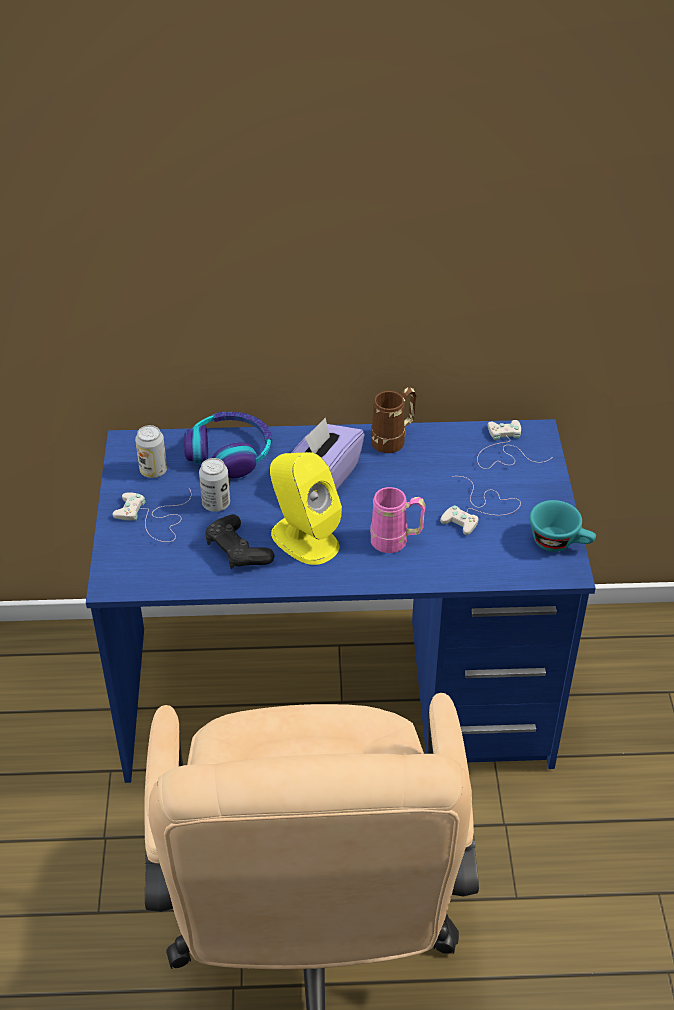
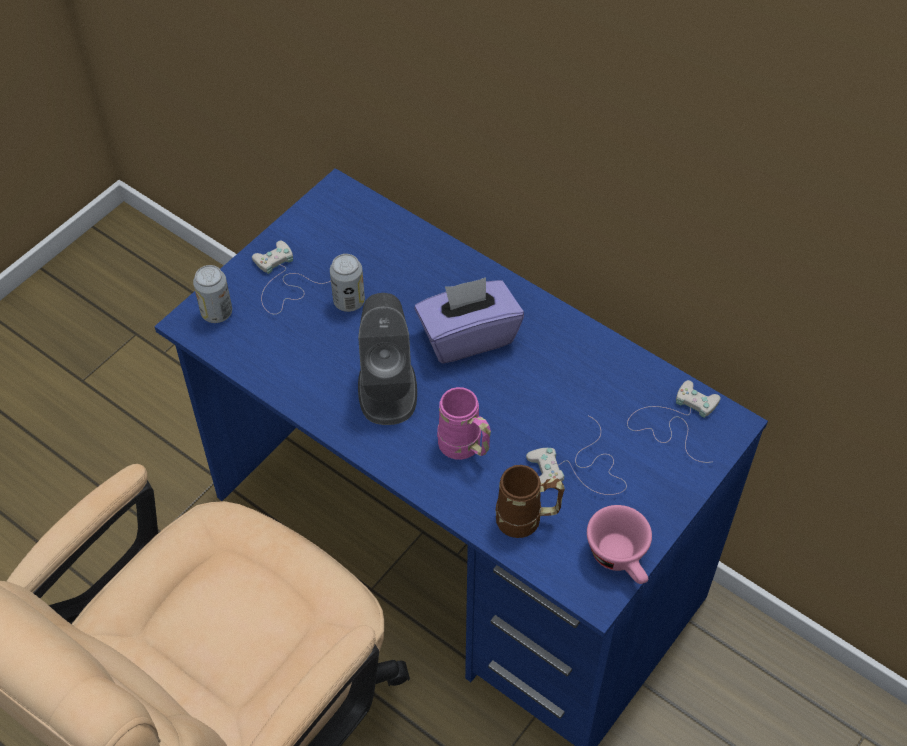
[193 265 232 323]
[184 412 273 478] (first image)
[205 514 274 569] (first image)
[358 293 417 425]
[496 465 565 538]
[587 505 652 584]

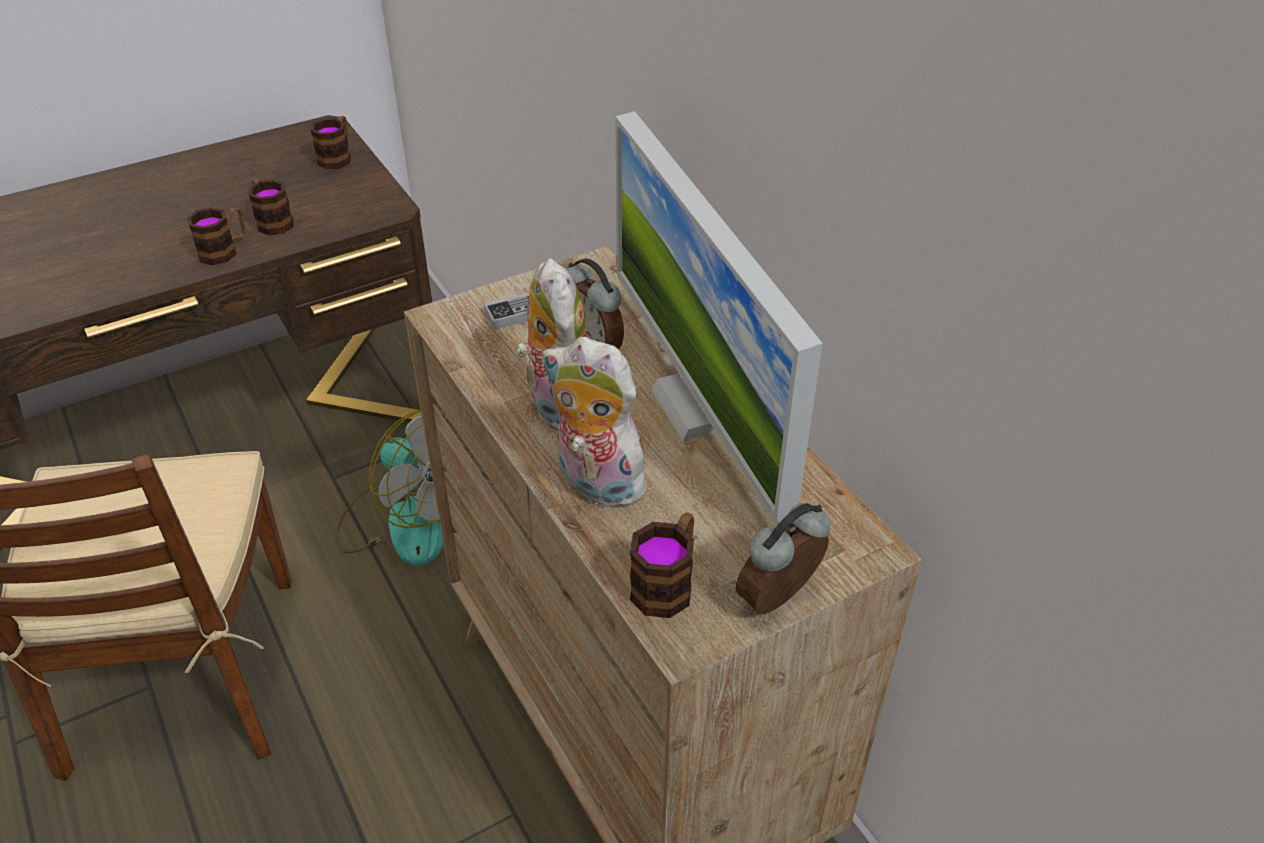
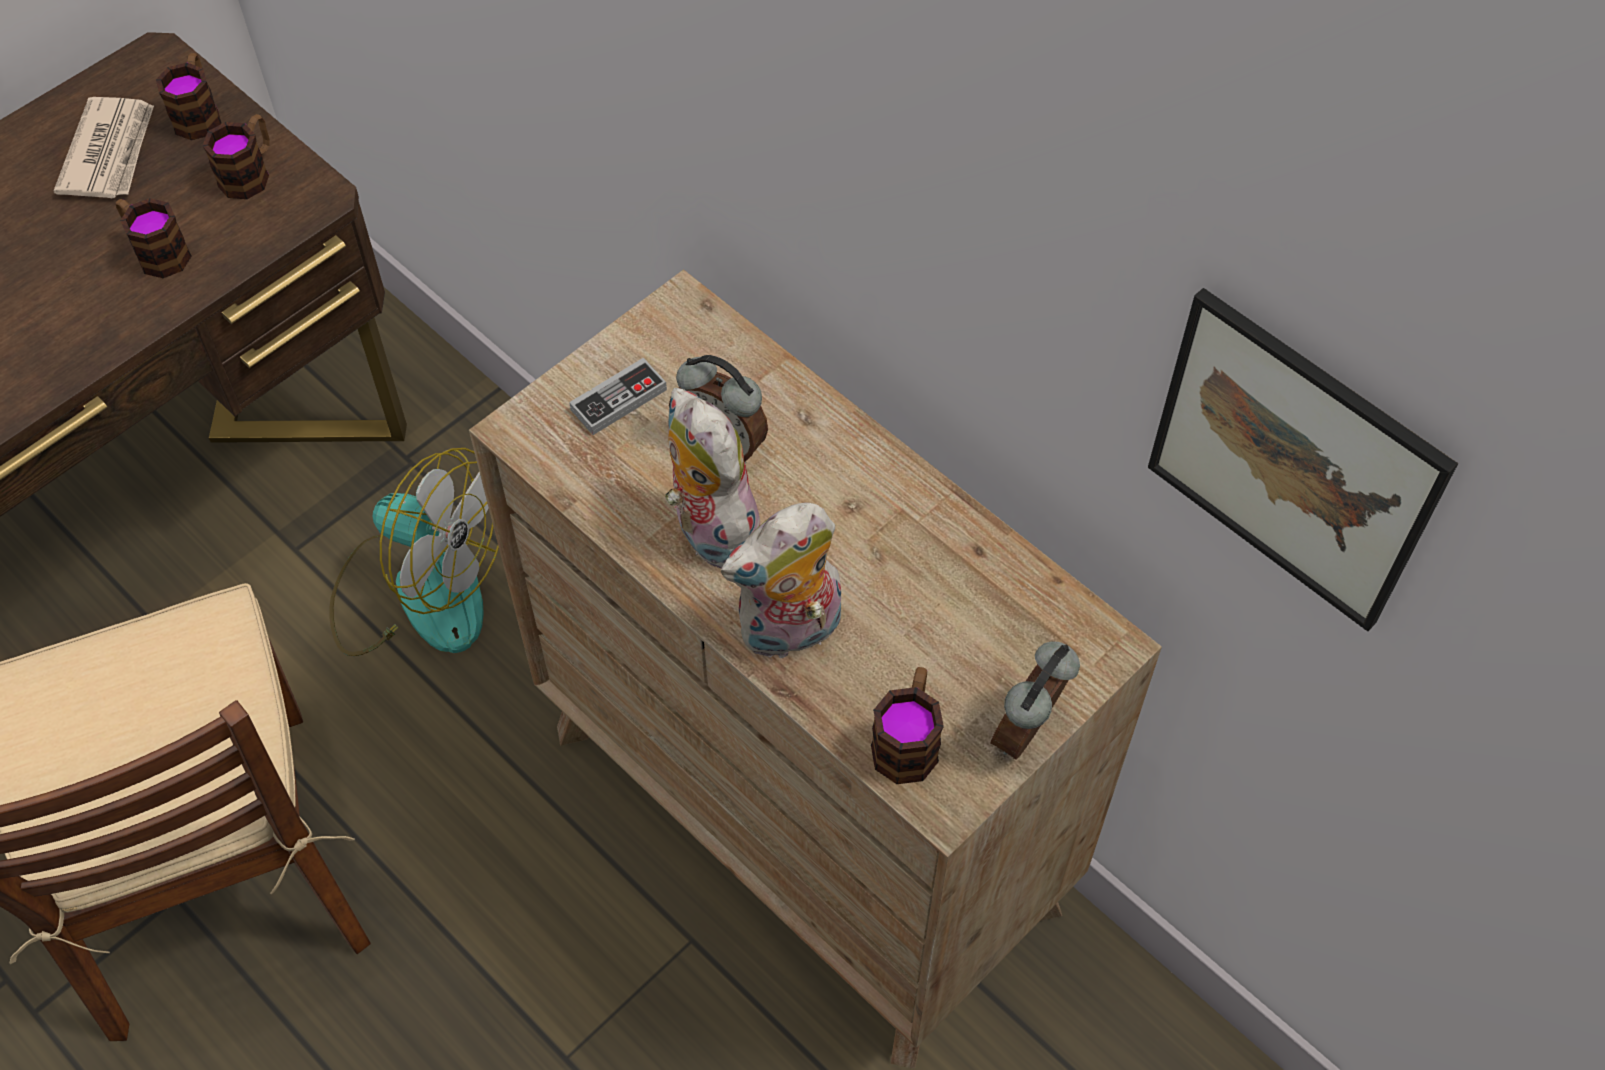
[203 114 270 199]
[721 502 841 660]
[615 111 823 526] (first image)
[54 97 154 198]
[1148 288 1458 631]

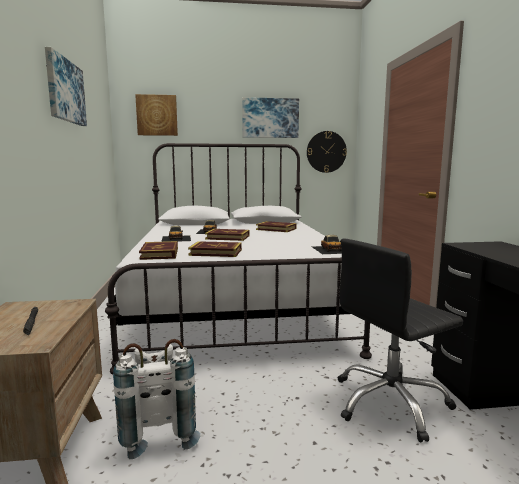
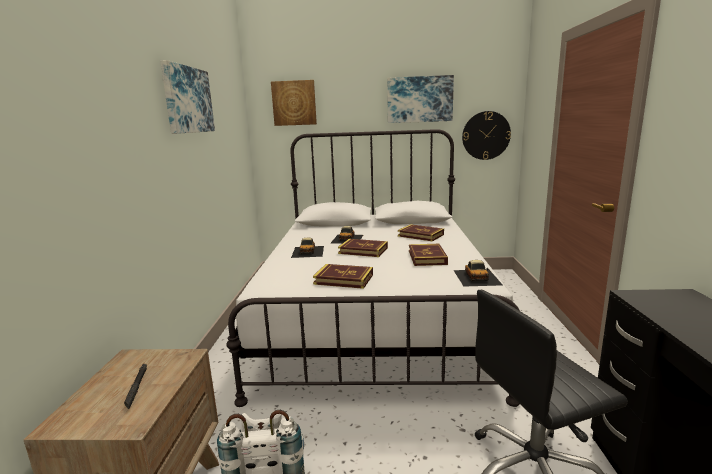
[409 244 448 266]

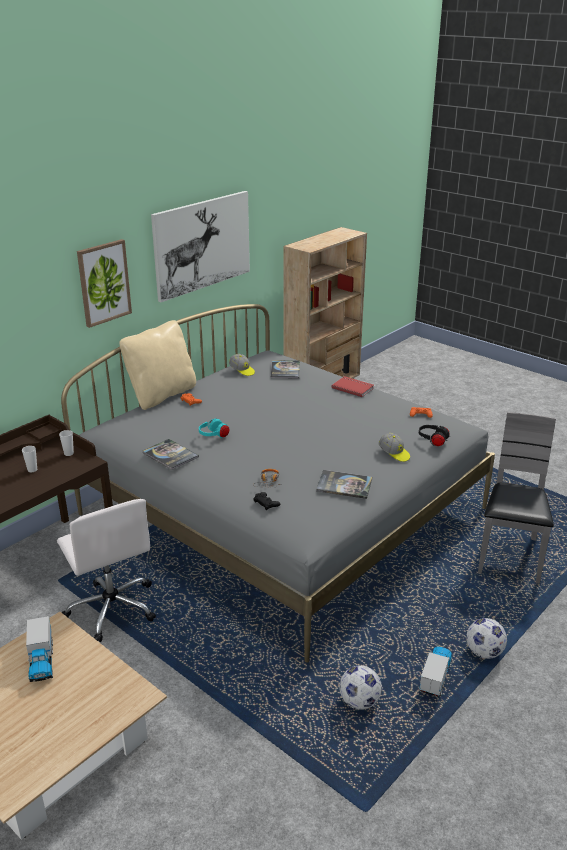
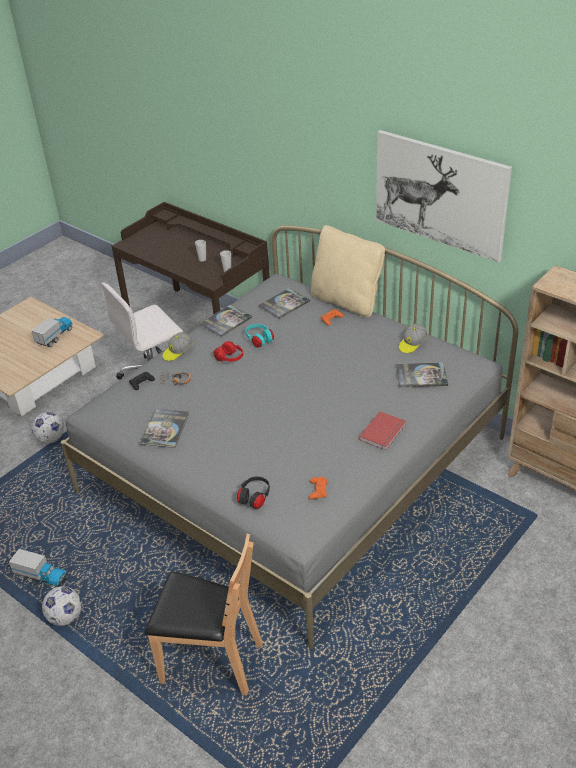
[32 317 73 347]
[77 239 132 328] (first image)
[32 412 64 443]
[163 332 193 361]
[145 533 263 696]
[214 341 243 362]
[258 288 310 319]

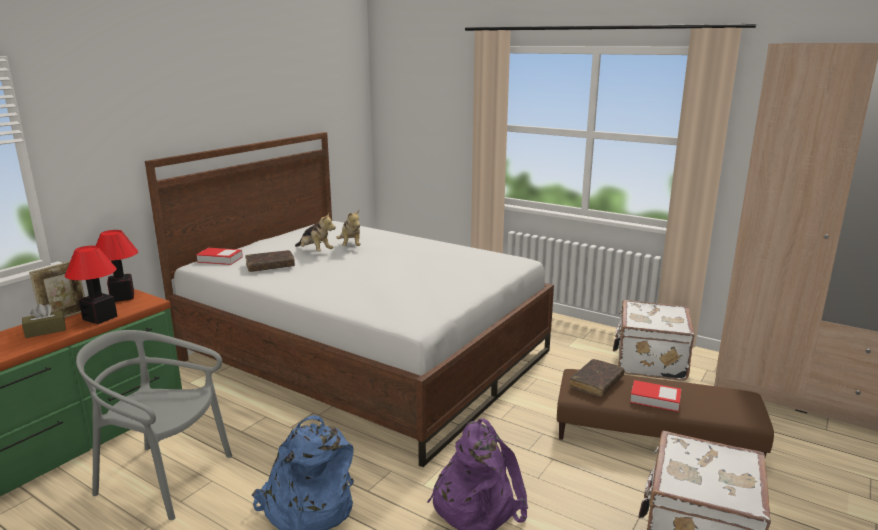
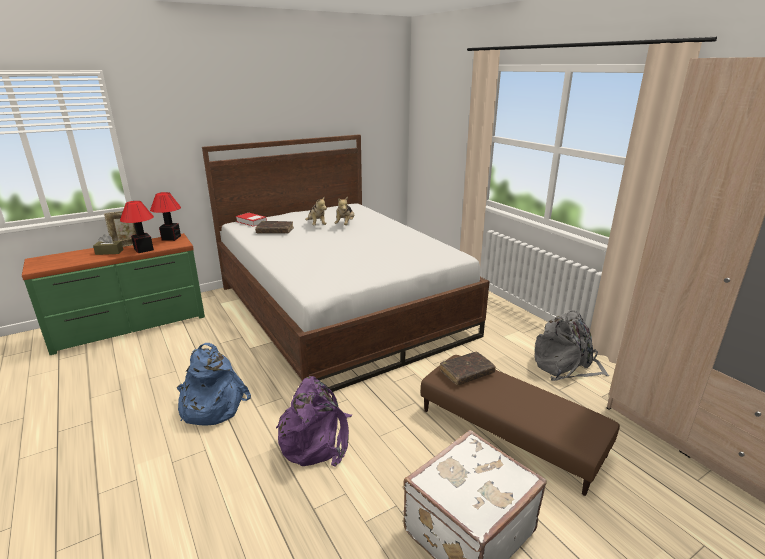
[76 330 232 520] (first image)
[535 310 609 381]
[630 380 681 412] (first image)

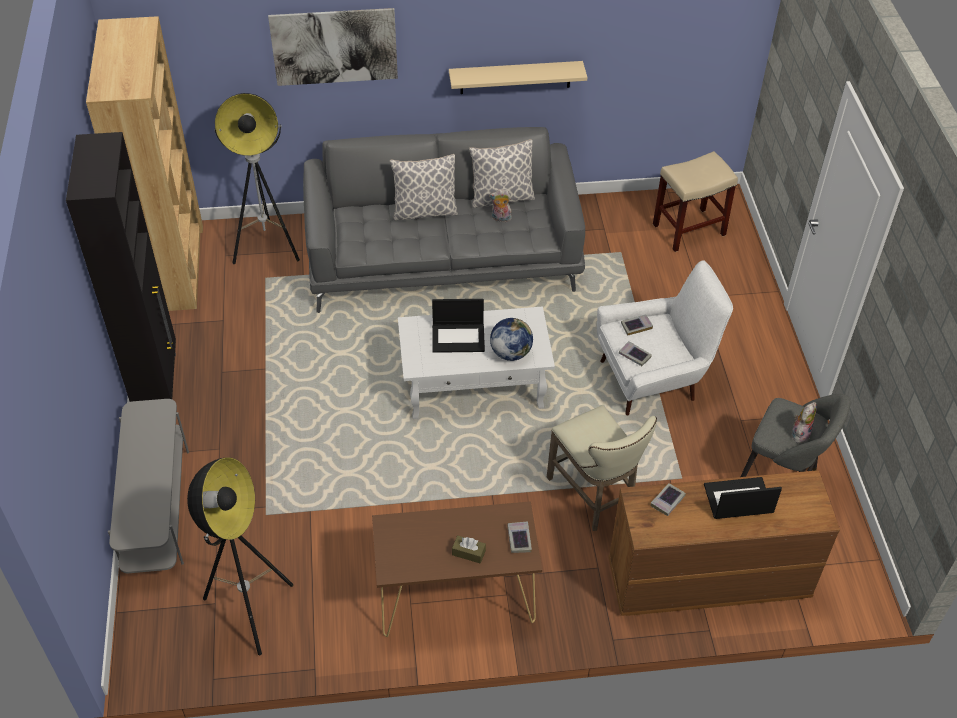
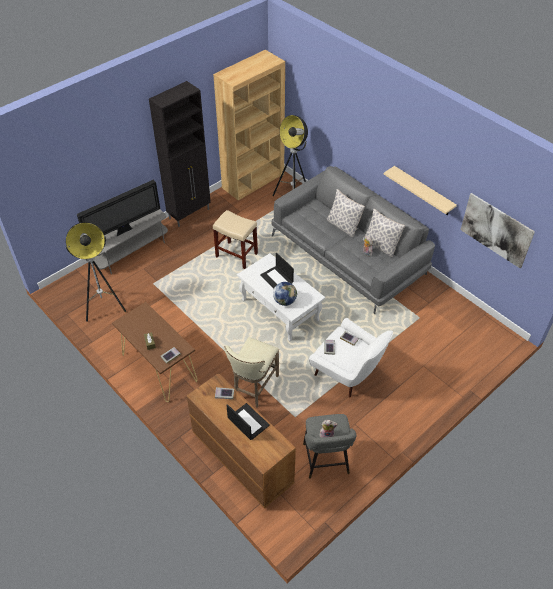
[461 193 535 269]
[213 210 258 269]
[77 180 160 236]

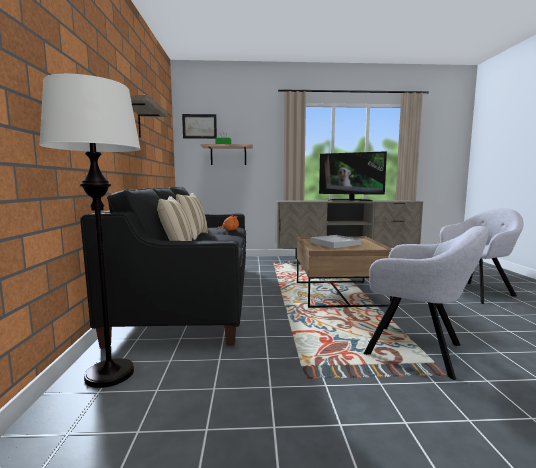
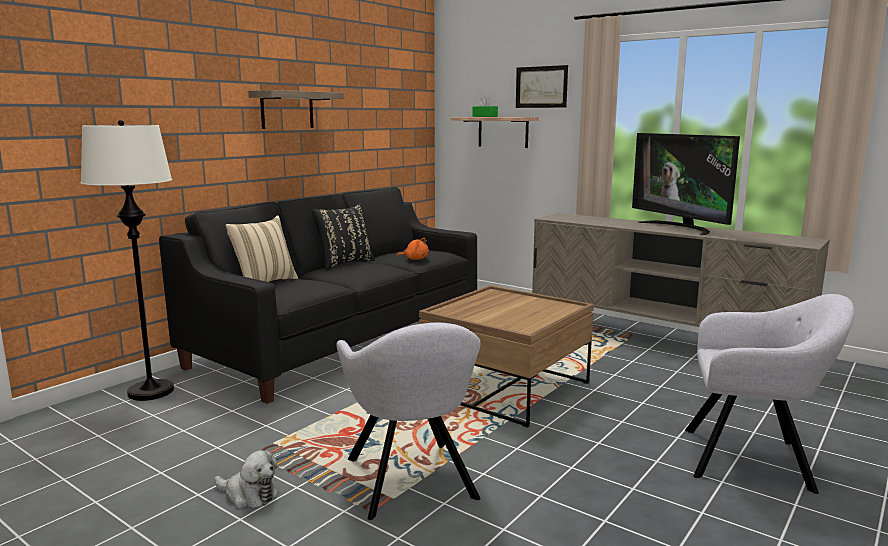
[311 203 375 270]
[516 65 568 108]
[310 235 361 248] (first image)
[214 450 278 508]

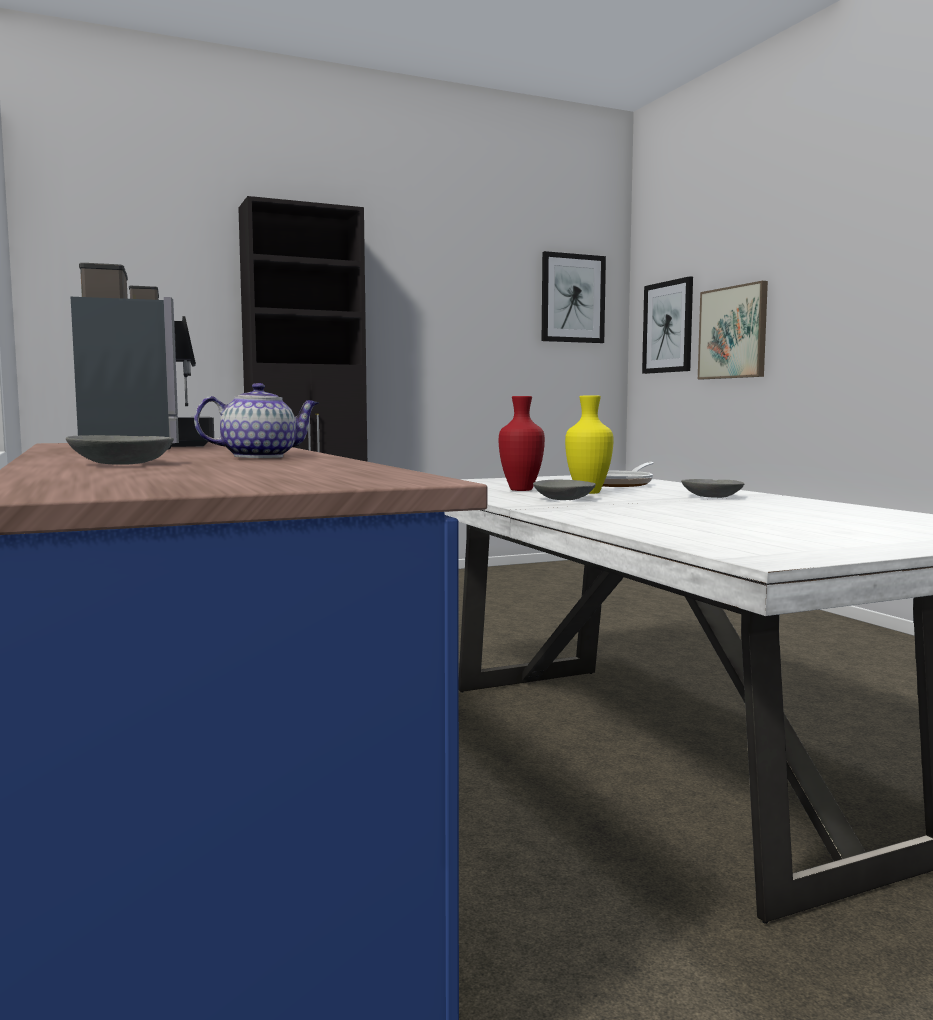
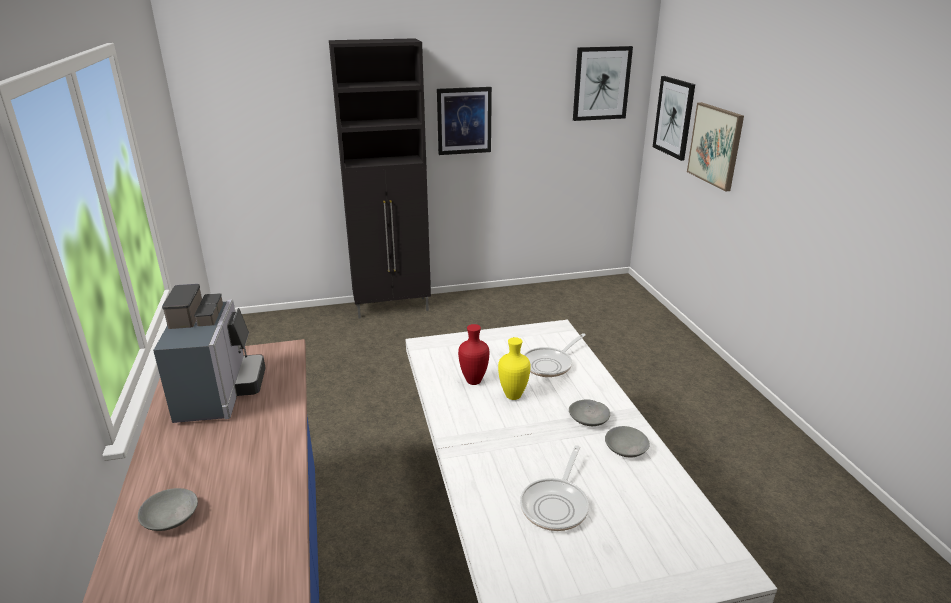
[194 383 319 458] (first image)
[605 426 650 457]
[437 87 492 155]
[520 445 589 531]

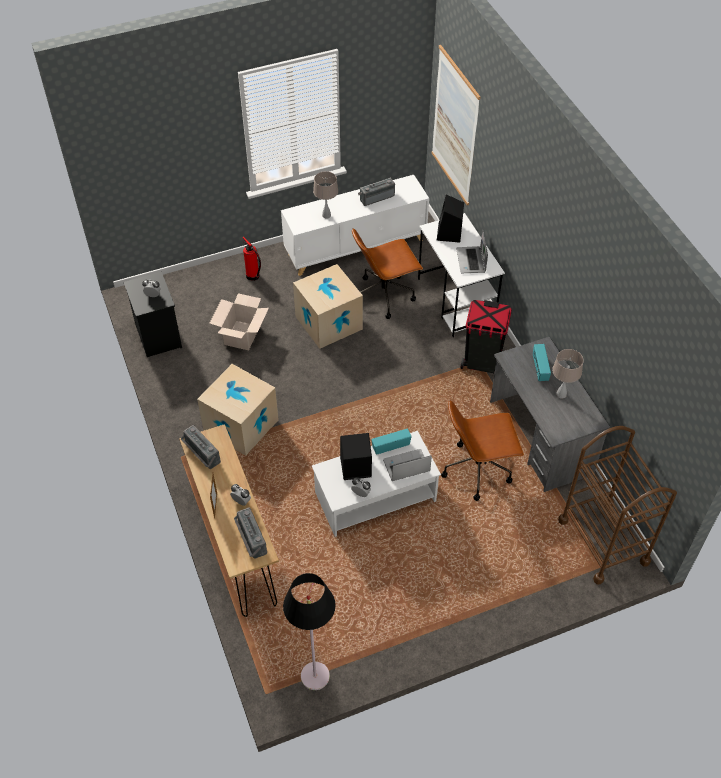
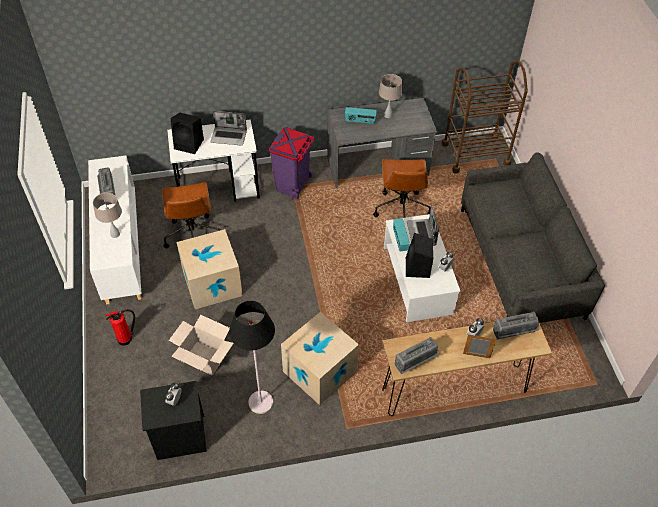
[229 301 275 414]
[432 45 481 205] (first image)
[269 127 315 199]
[461 152 605 323]

